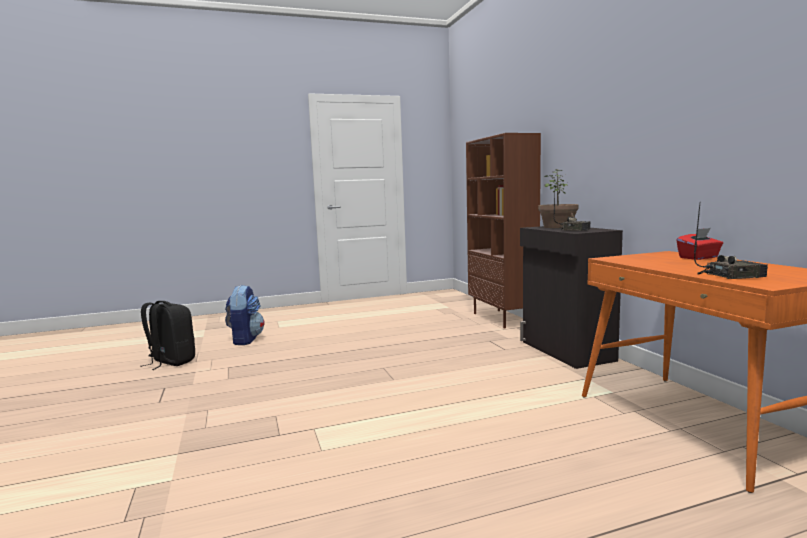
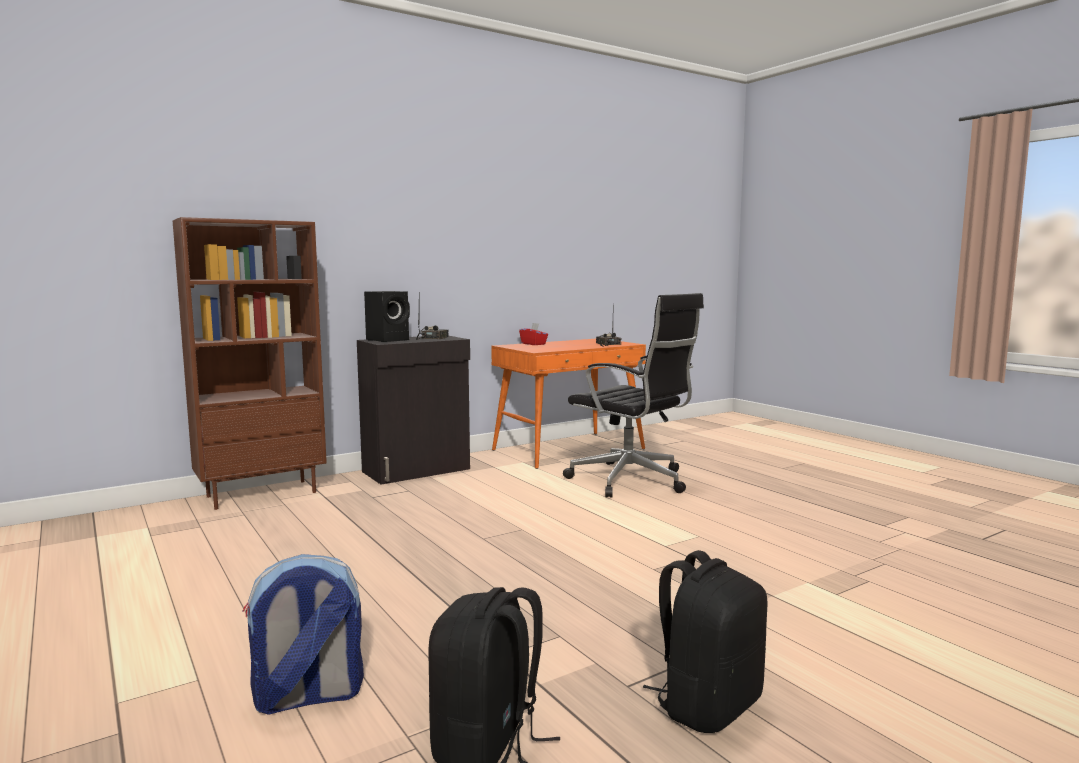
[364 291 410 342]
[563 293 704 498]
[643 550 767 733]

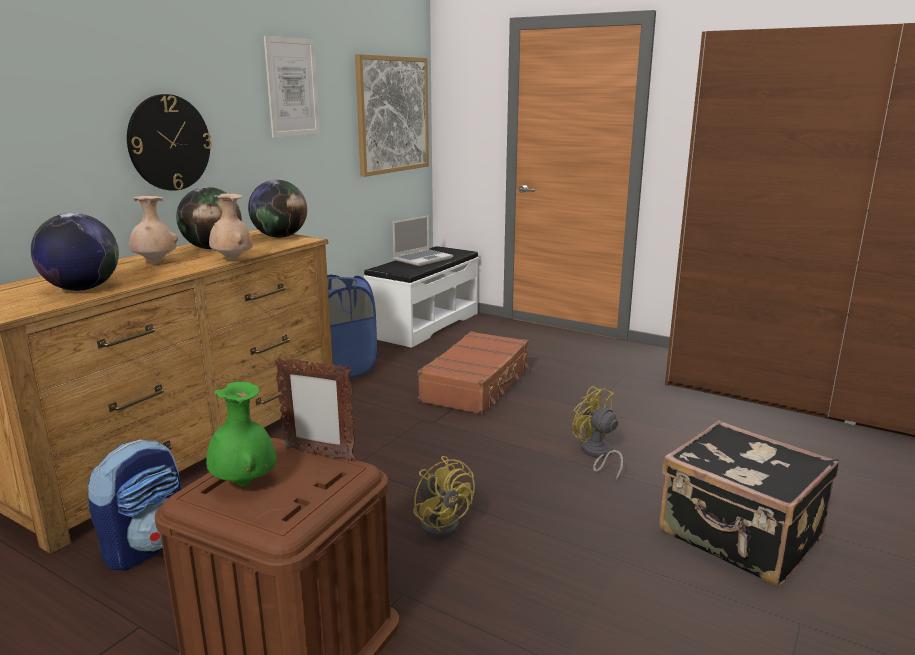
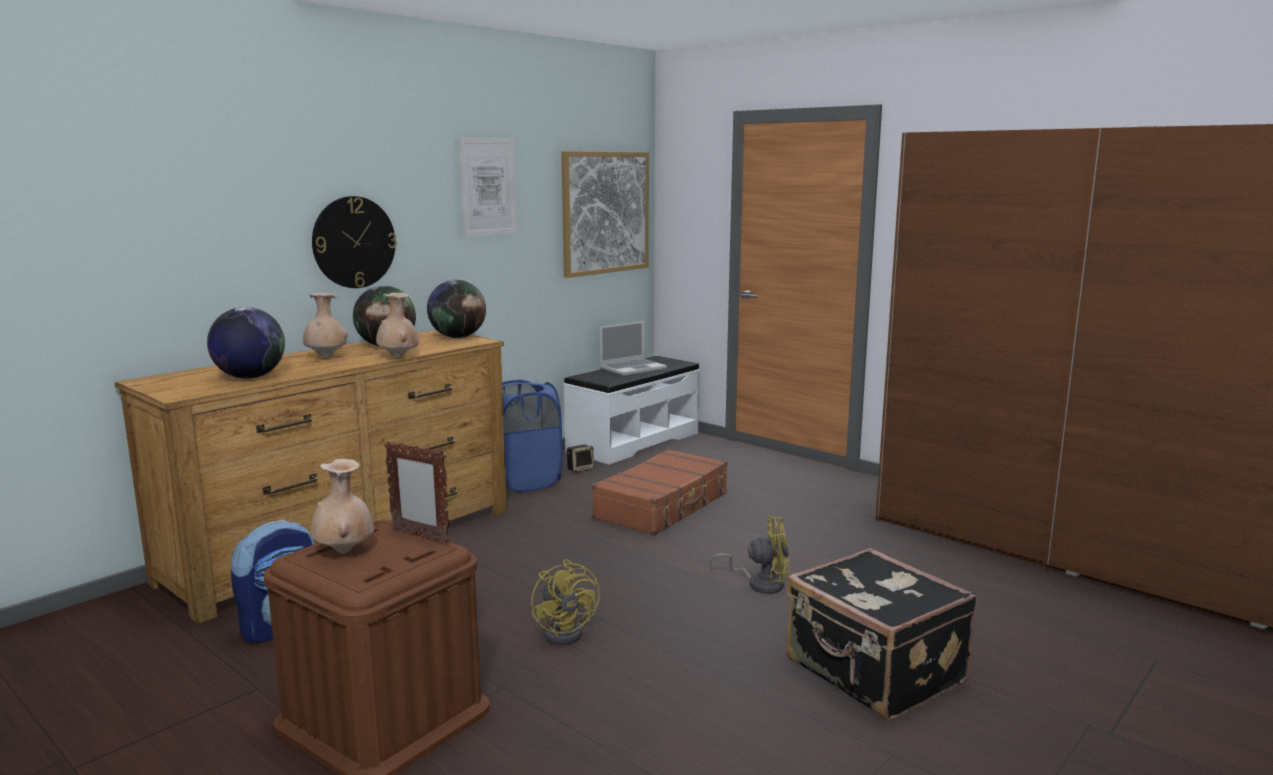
[311 459 374 554]
[709 516 790 594]
[567 445 594 472]

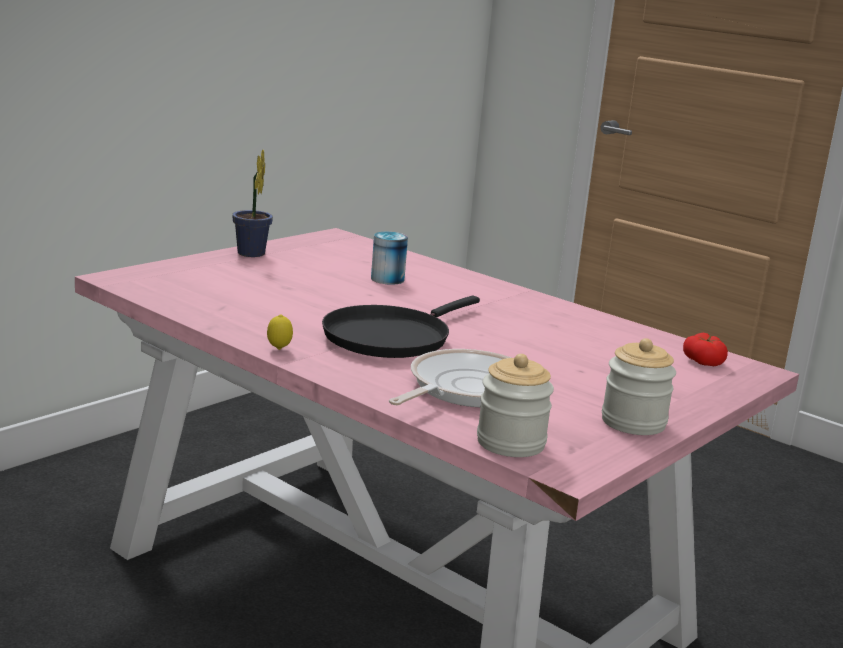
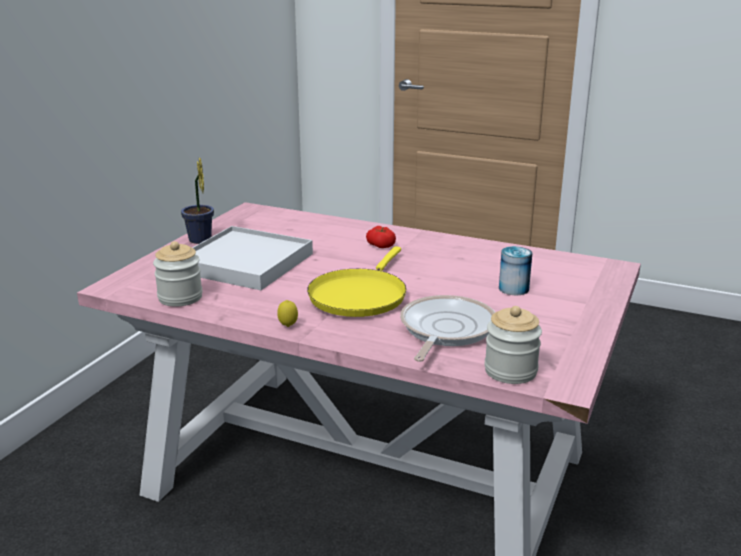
[307 246 406 317]
[499 246 532 295]
[153 241 203 307]
[366 226 396 248]
[192 226 313 290]

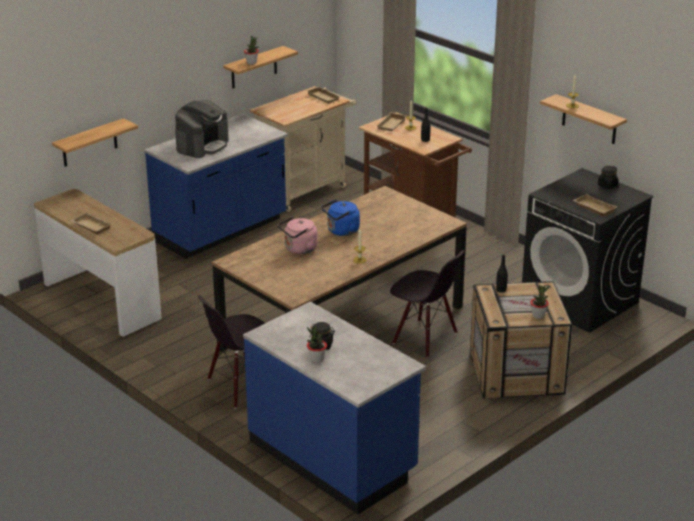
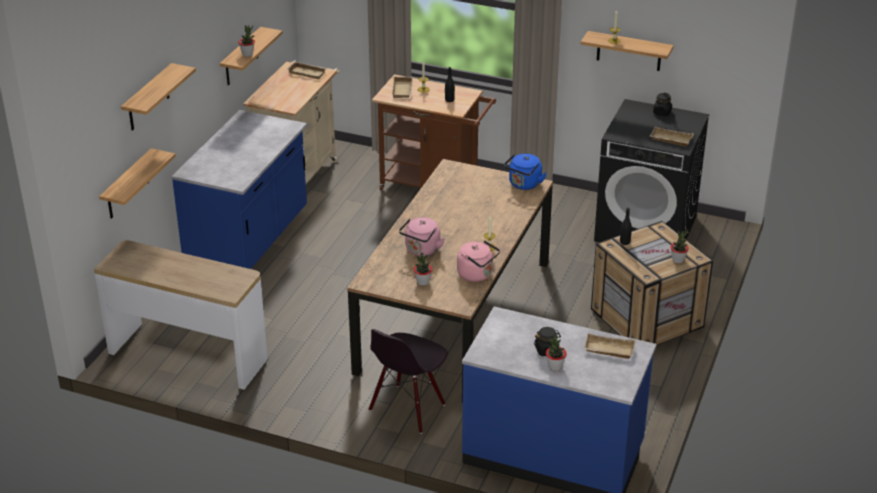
[584 333 636 359]
[175 100 229 158] (first image)
[504 154 546 190]
[390 250 465 358] (first image)
[121 63 196 131]
[414 253 433 286]
[457 240 500 282]

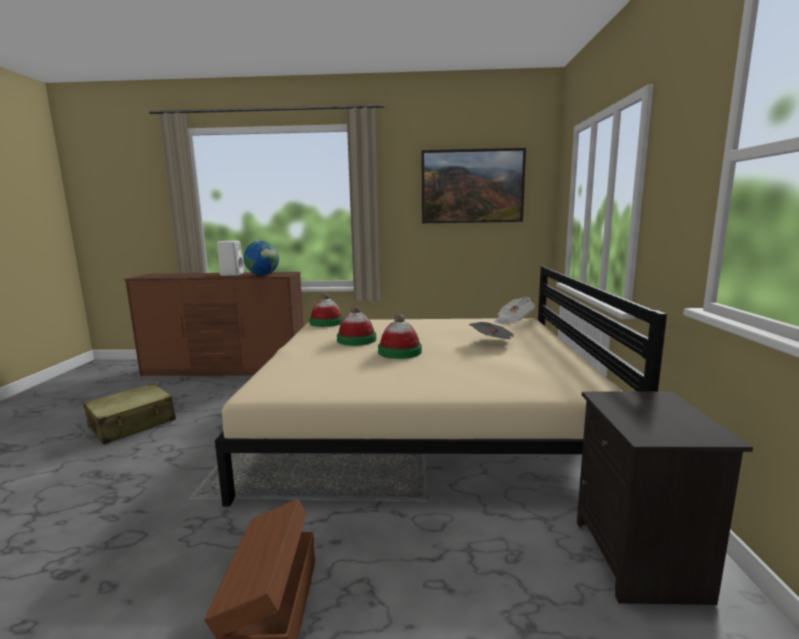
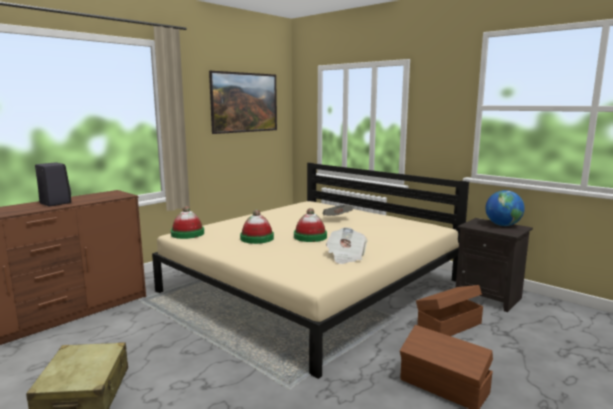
[35 162 71 206]
[485 190 525 226]
[326 227 368 264]
[416 285 483 336]

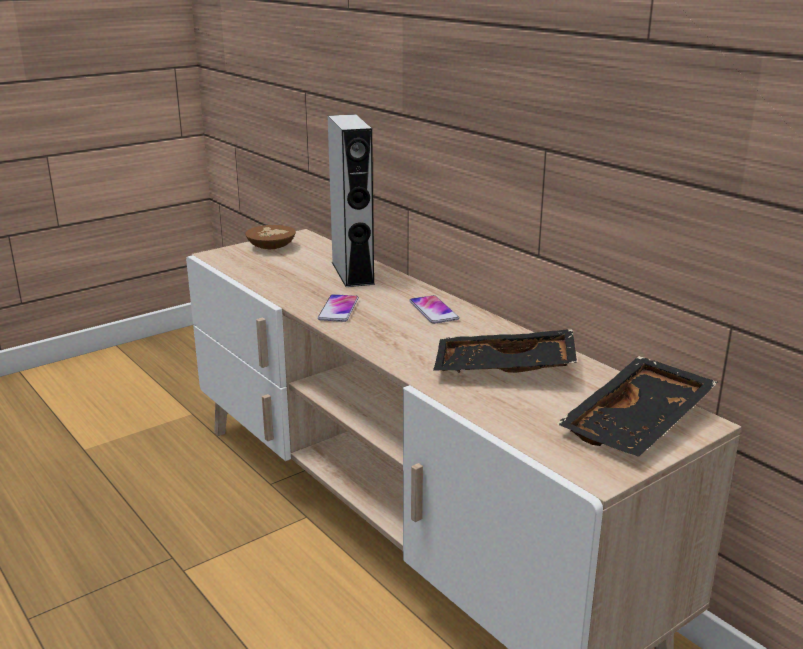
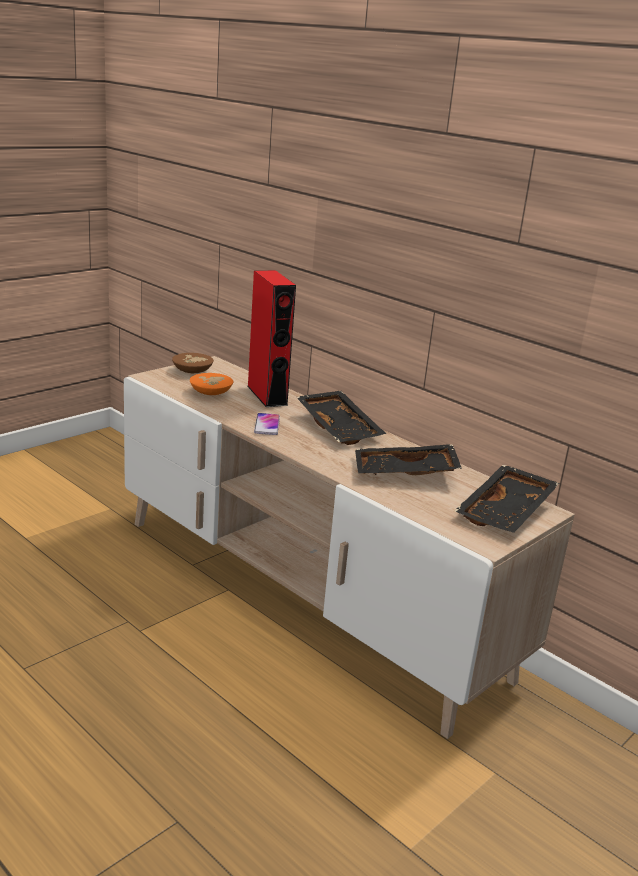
[247 270 296 407]
[296 391 386 445]
[190 373 233 395]

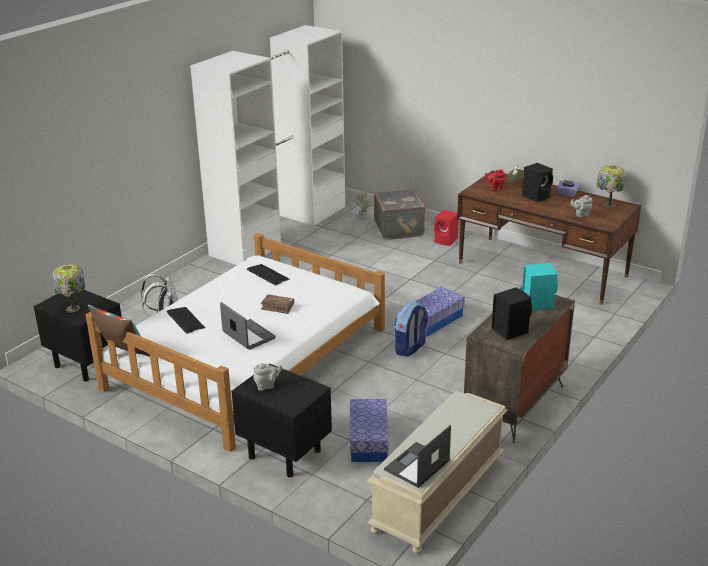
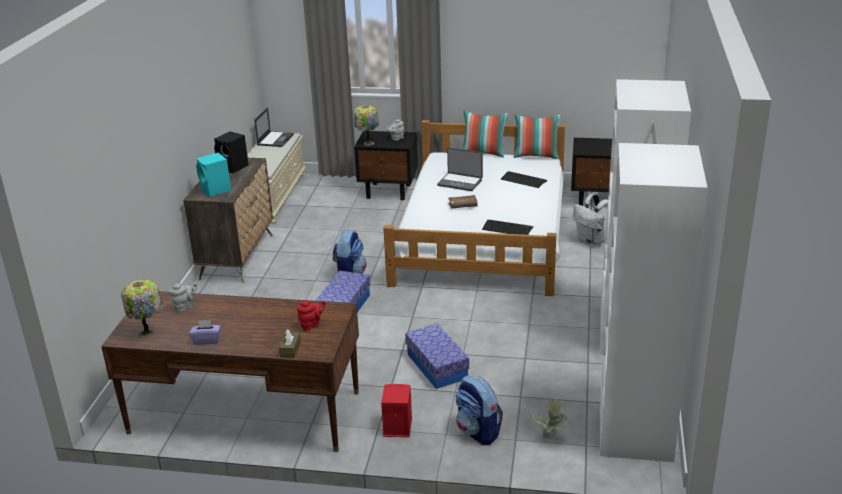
[354 105 379 146]
[405 324 469 389]
[456 376 503 445]
[522 163 553 202] (first image)
[462 110 508 157]

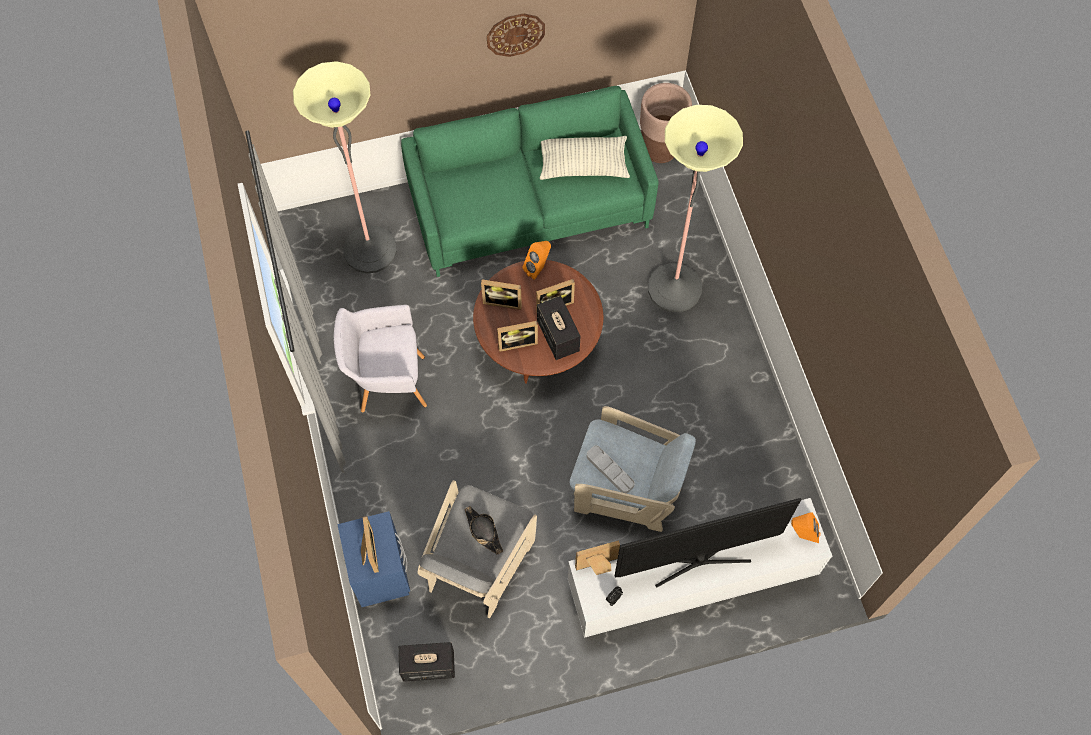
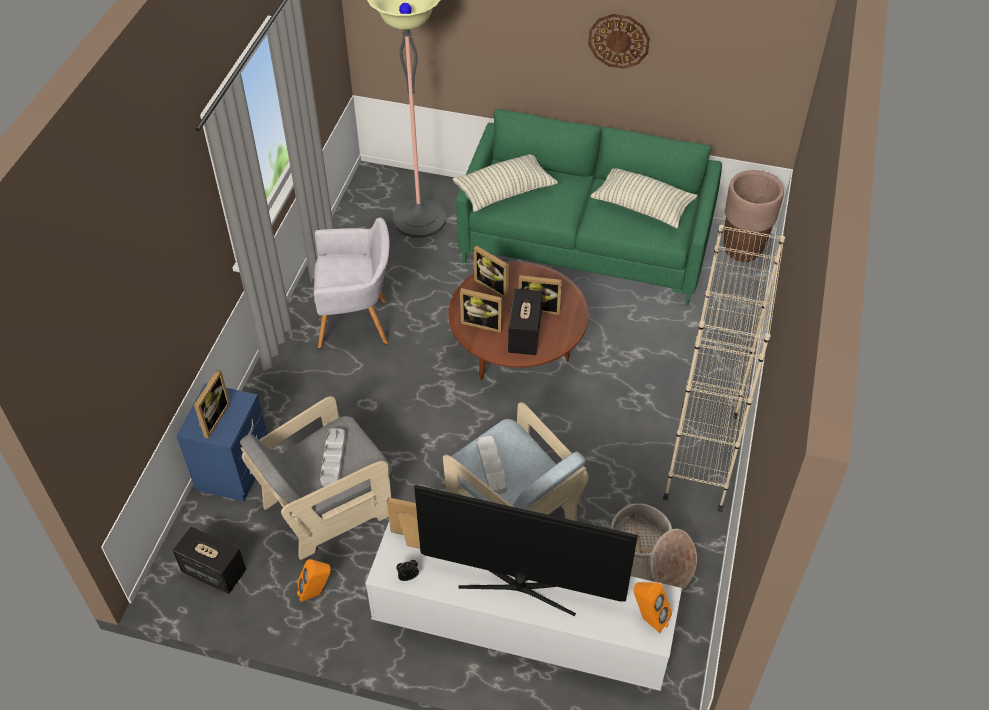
[314 218 390 349]
[320 429 346 487]
[297 559 331 602]
[648 105 743 312] (first image)
[453 154 558 212]
[609 503 697 590]
[663 225 785 512]

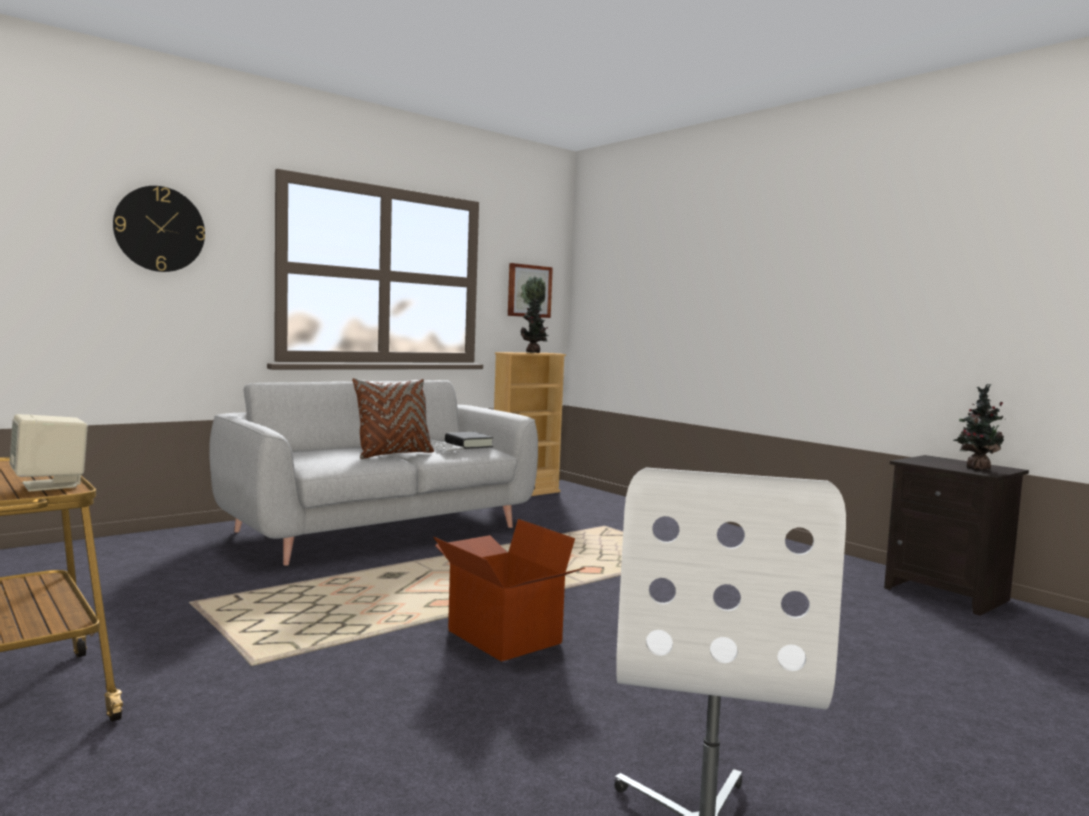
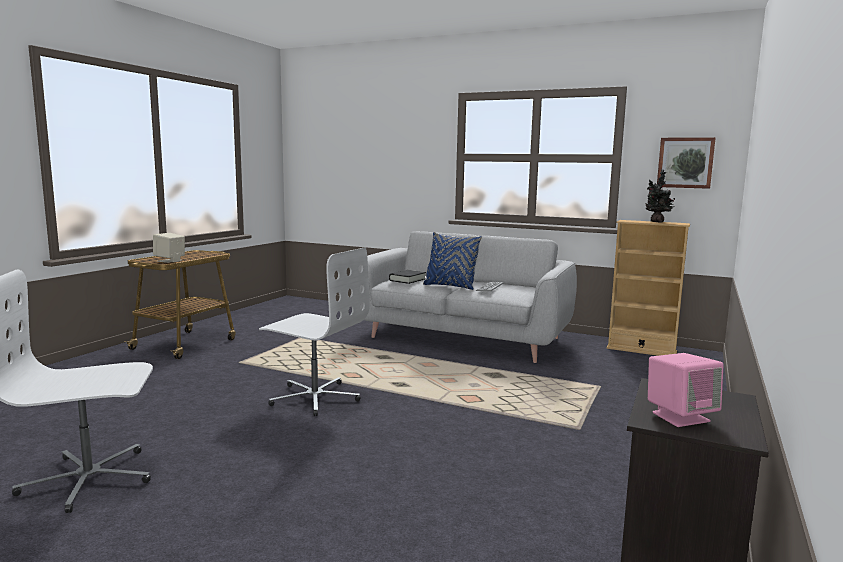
[113 186 205 272] (first image)
[423 232 482 290]
[259 247 370 416]
[389 270 426 284]
[648 353 724 427]

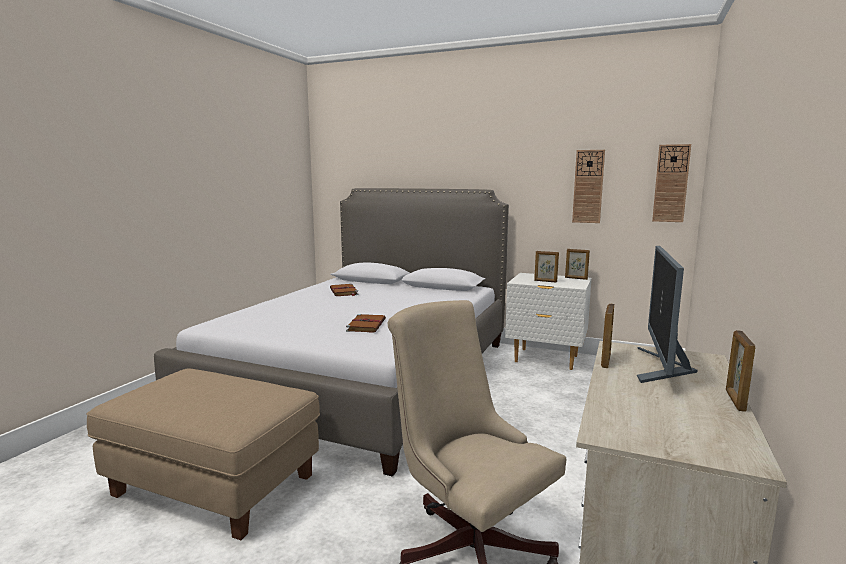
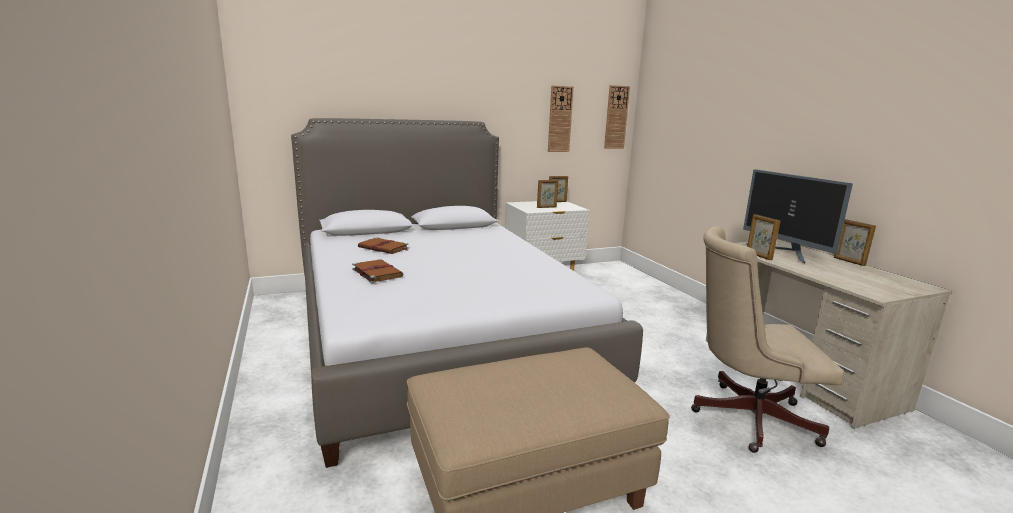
[352 259 403 283]

